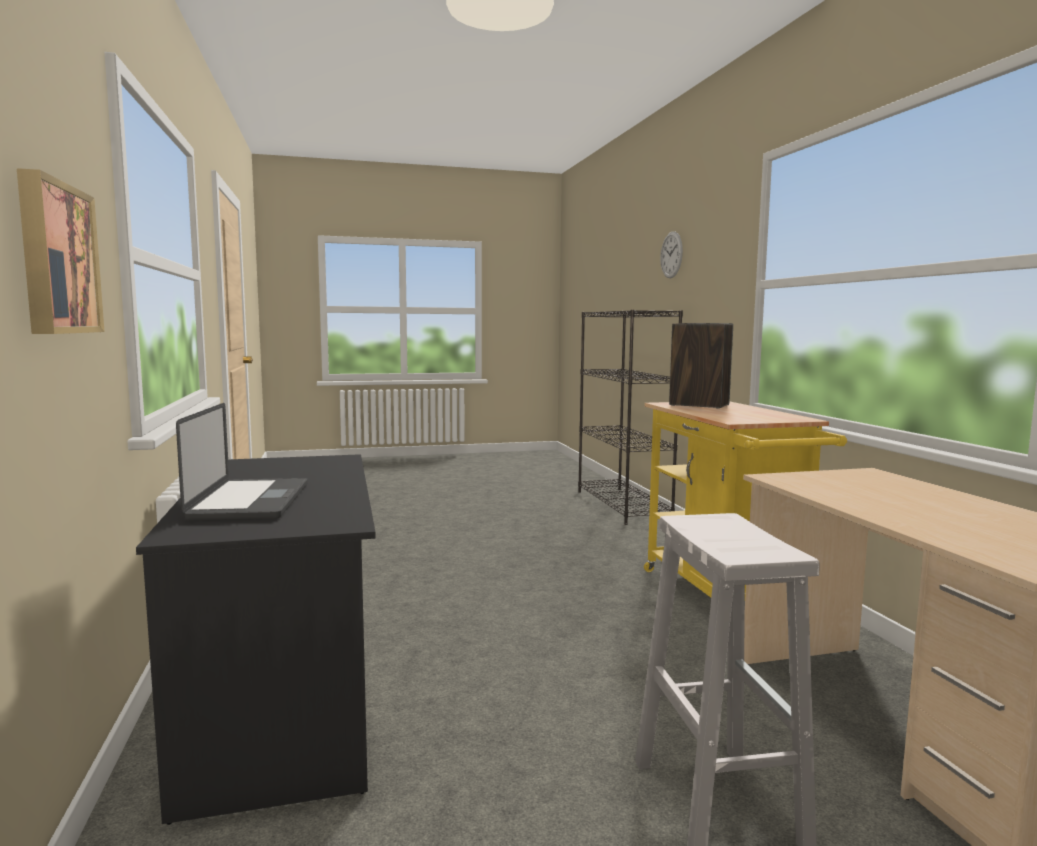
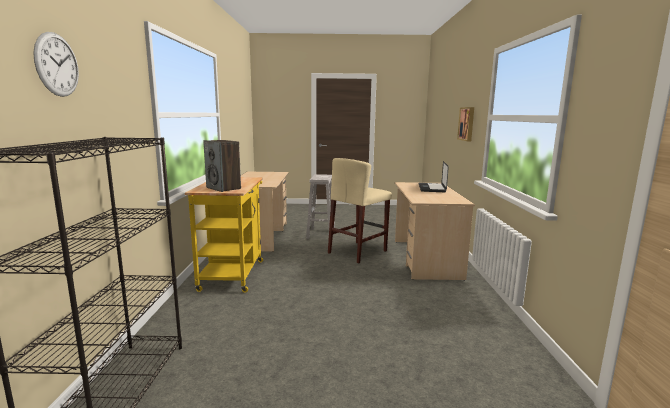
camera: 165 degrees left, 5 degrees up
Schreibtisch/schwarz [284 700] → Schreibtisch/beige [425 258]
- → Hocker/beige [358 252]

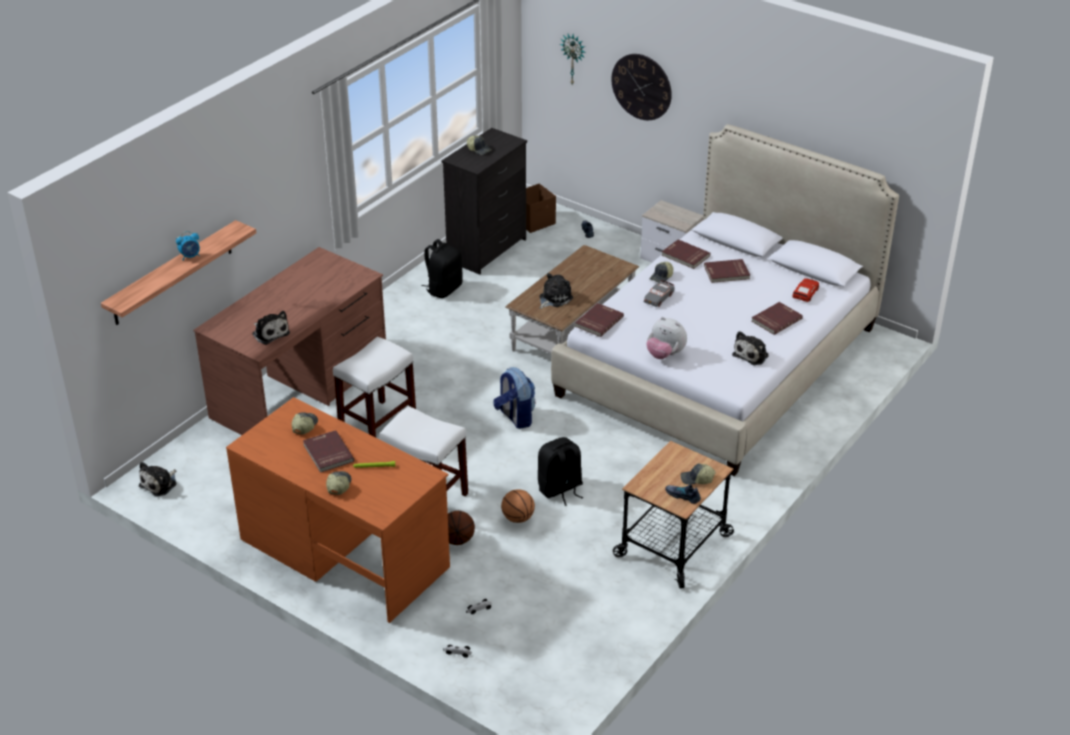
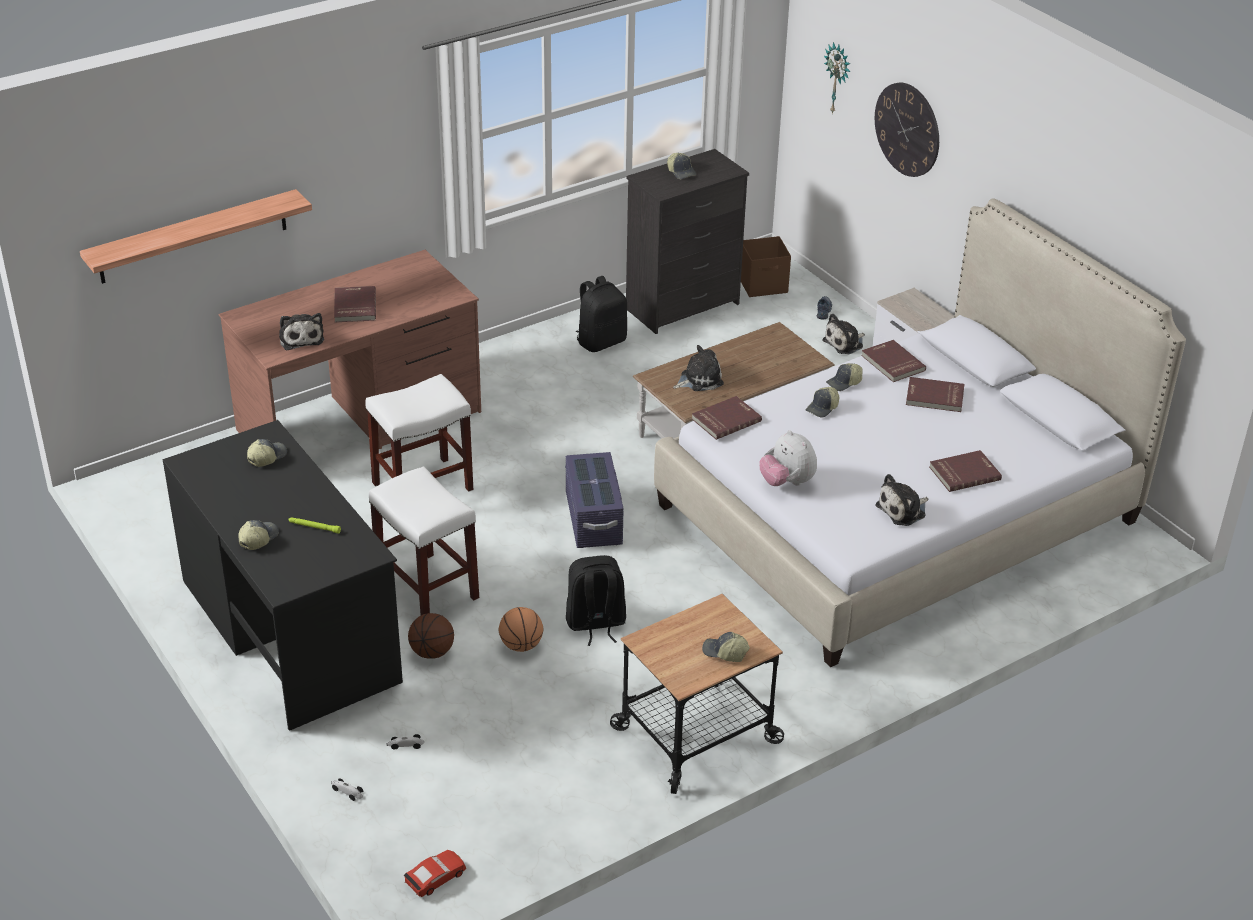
camera: 20 degrees right, 0 degrees up
Wecker [190 256] → -
Spielzeugauto/rot [805 293] → Spielzeugauto/rot [435 878], shifted
Spielzeugauto/grau [658 298] → Kappe [823 408]
Rucksack [515 417] → Aufbewahrungsbox/lila [594 519]
Schreibtisch/orange [344 552] → Schreibtisch/schwarz [290 629]
Buch/rot [327 453] → Buch/rot [354 306], shifted
Plüschtier [160 484] → Plüschtier [845 343], shifted
Schuh [683 496] → -

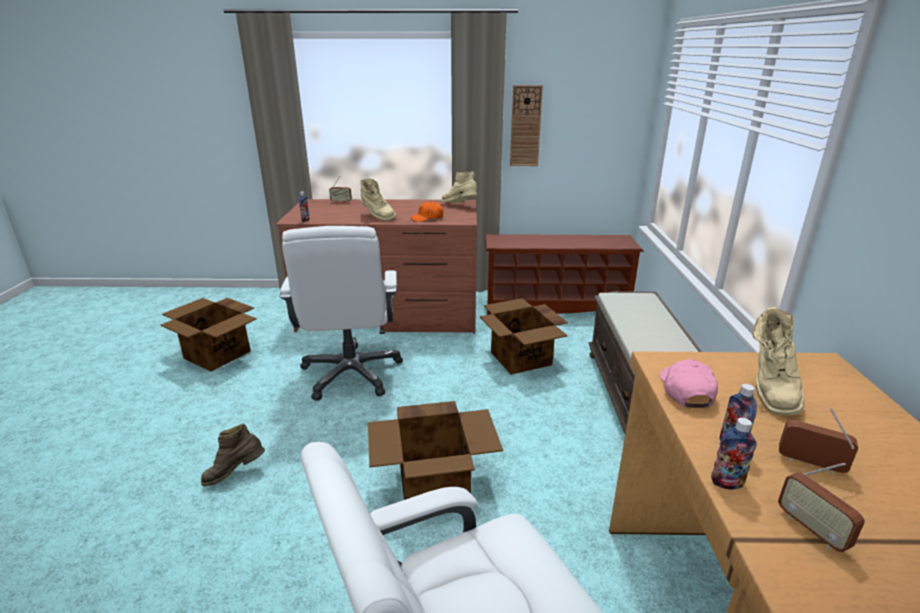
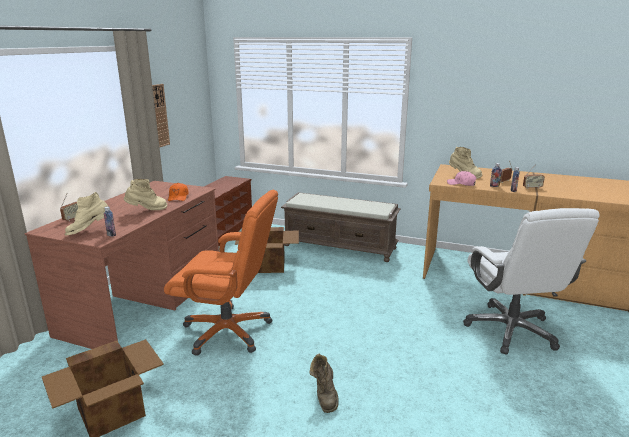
camera: 70 degrees left, 5 degrees down
Stiefel/beige [459 206] → Stiefel/beige [89 231], shifted
Bürostuhl/weiß [351 374] → Bürostuhl/orange [228 331]
Karton [435 485] → -

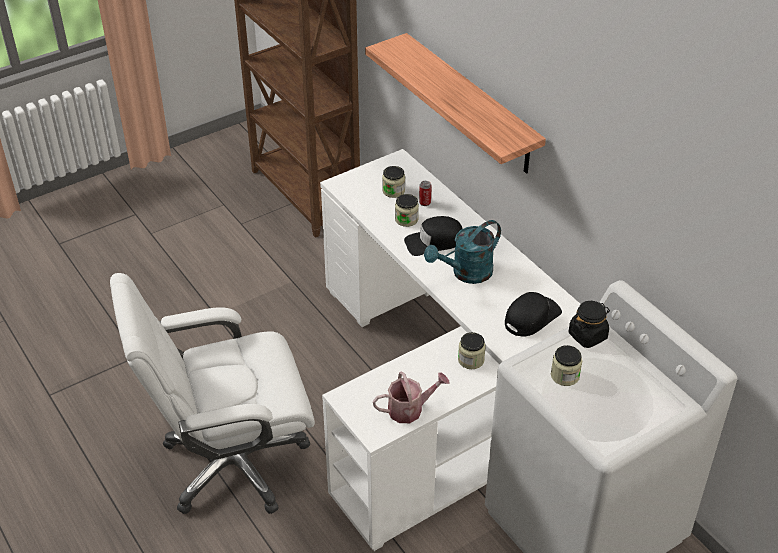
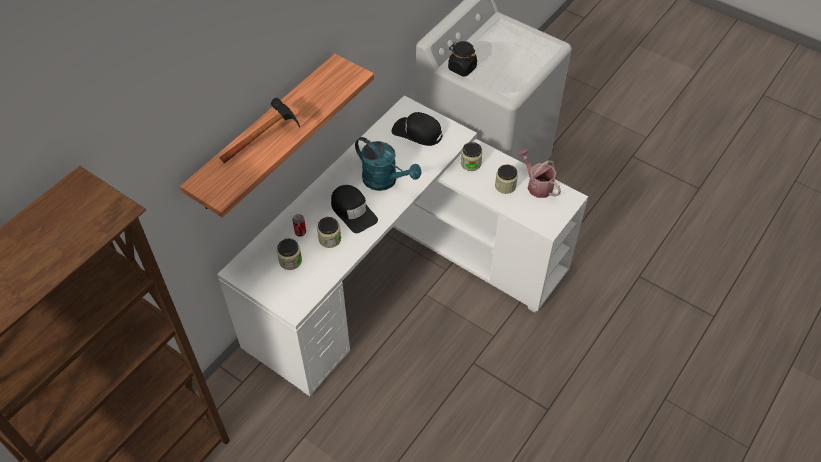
camera: 110 degrees left, 10 degrees up
Bürostuhl/weiß [232 463] → -
Vorratsglas [565 375] → Vorratsglas [505 186], shifted
- → Hammer [268 138]

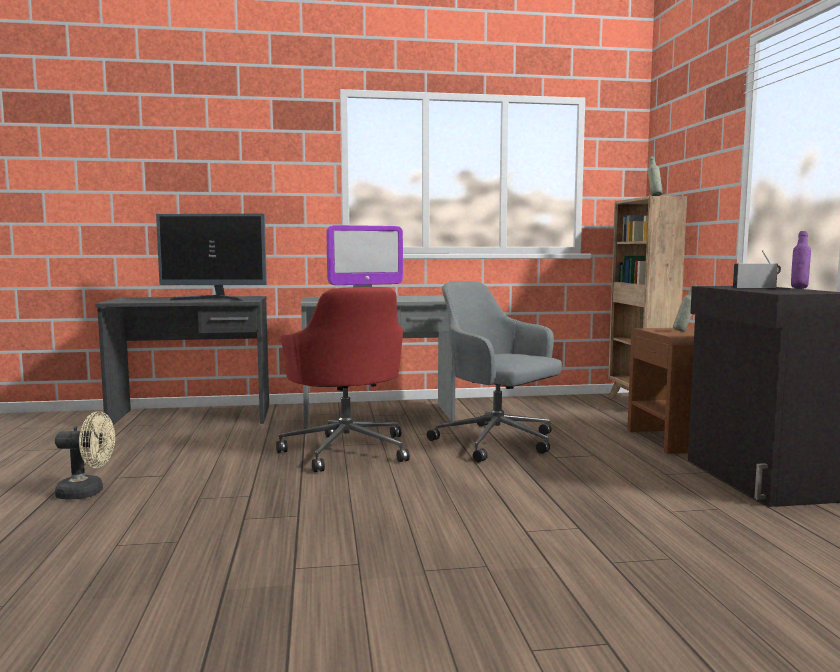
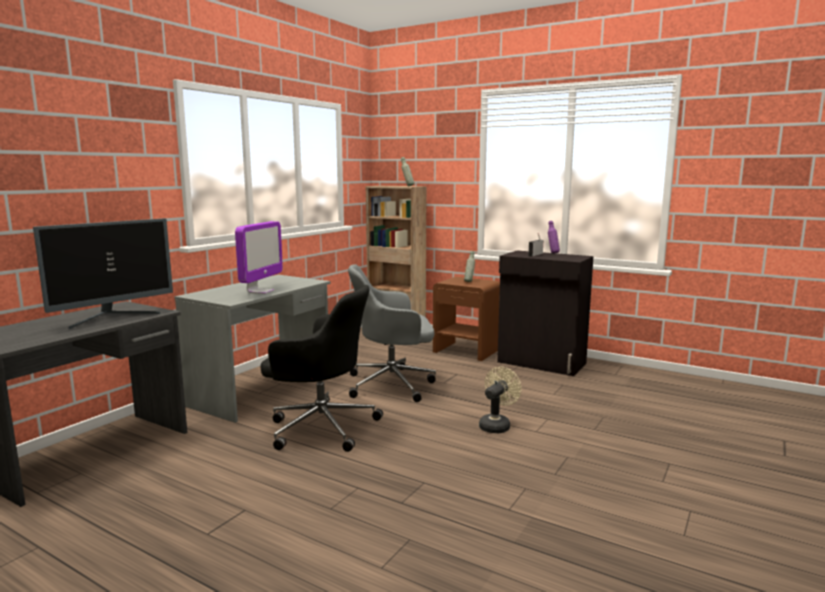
camera: 50 degrees left, 5 degrees up
Bürostuhl/rot [347 450] → Bürostuhl/schwarz [321 426]
Ventilator/beige [87 492] → Ventilator/beige [497 425], shifted

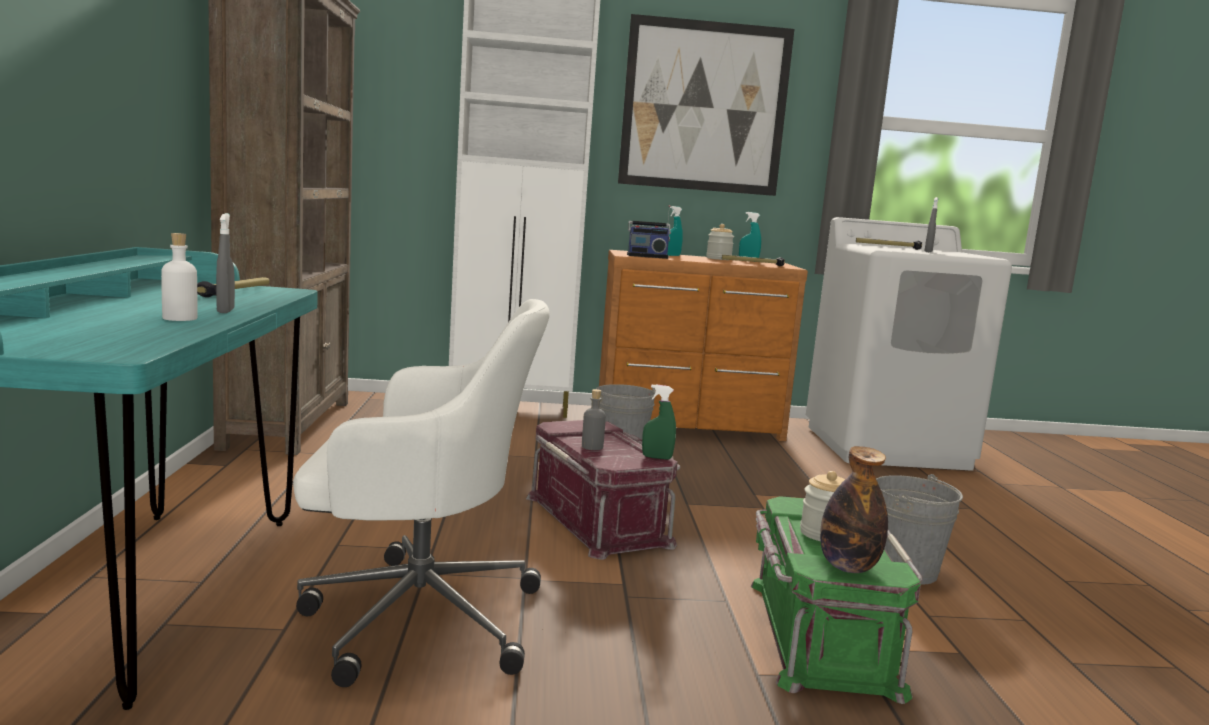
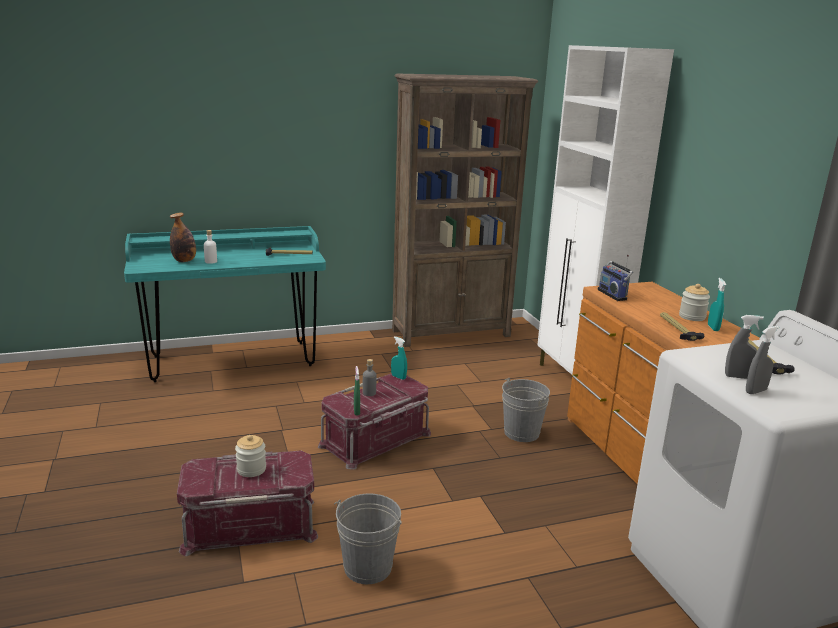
camera: 75 degrees right, 10 degrees up
Bild [704 107] → -
Sprühflasche/türkis [672 255] → Sprühflasche/türkis [398 377], shifted
Sprühflasche/grau [225 311] → Sprühflasche/grau [755 391], shifted
Bürostuhl/weiß [416 617] → -
Flasche [848 567] → Flasche [184 261], shifted
Aufbewahrungsbox/grün [818 634] → Aufbewahrungsbox/rot [250 524]

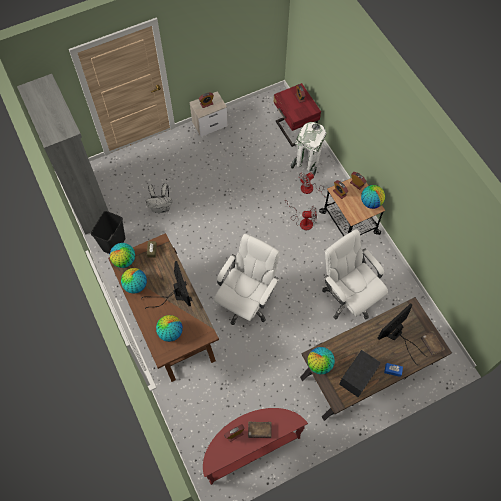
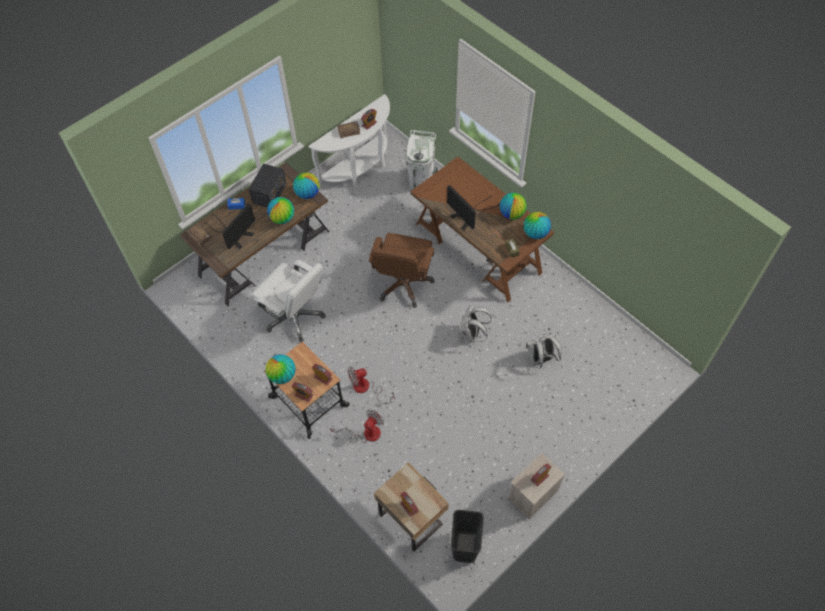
camera: 165 degrees right, 5 degrees down
Bücherregal/grau [87 201] → -
Nachttisch/rot [294 130] → Nachttisch/beige [412 518]
Mülleimer/weiß [306 163] → Mülleimer/weiß [421 181], shifted
Mülleimer/schwarz [114 244] → Mülleimer/schwarz [464 546], shifted
Bürostuhl/weiß [246 301] → Bürostuhl/braun [404 284]
Globus [170 332] → Globus [282 218], shifted
Konsolentisch/rot [250 448] → Konsolentisch/weiß [360 169]
- → Rucksack/weiß [472 334]

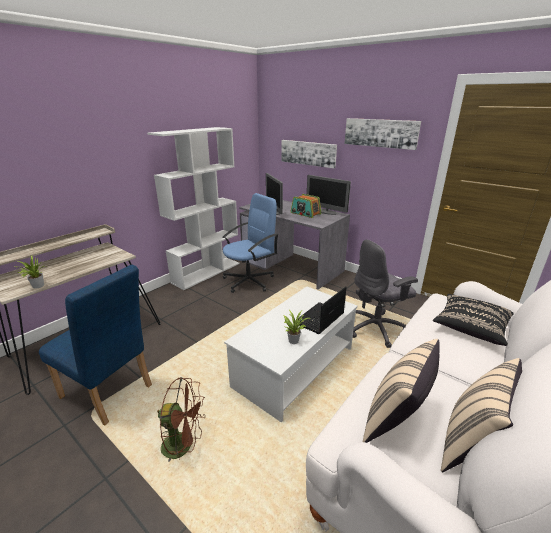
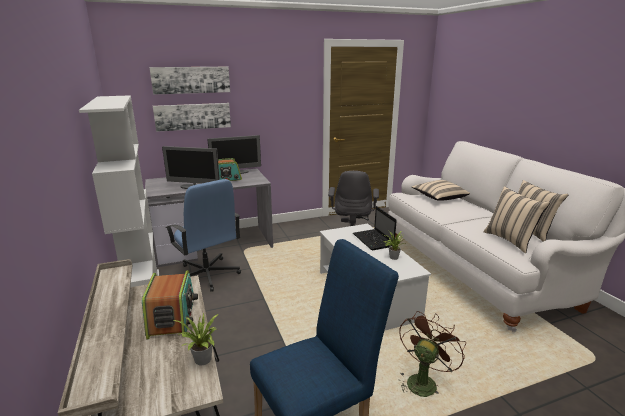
camera: 60 degrees left, 5 degrees down
Bild [380 133] → Bild [191 80], shifted
Bürostuhl/blau [249 281] → Bürostuhl/blau [207 275], 150 degrees clockwise
Kissen/schwarz [470 327] → Kissen/beige [438 198]
- → Radio [172 317]

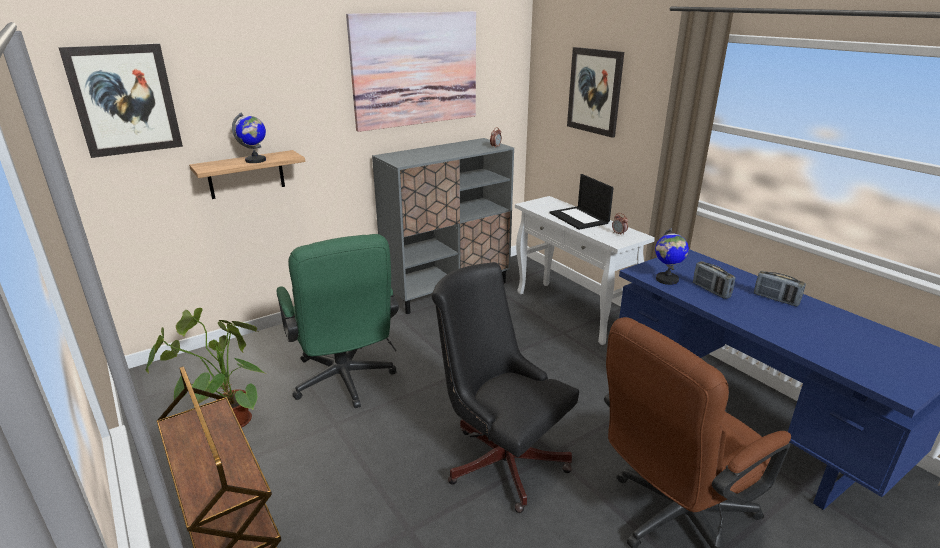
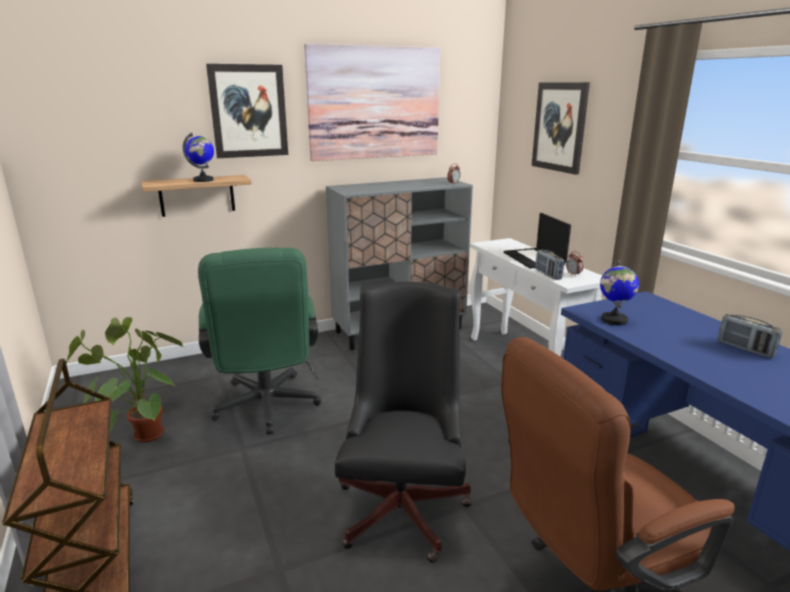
camera: 10 degrees right, 5 degrees down
Bild [124 100] → Bild [248 111], shifted
Radio [711 290] → Radio [548 274], shifted
Bürostuhl/schwarz [500 458] → Bürostuhl/schwarz [404 504], 45 degrees clockwise

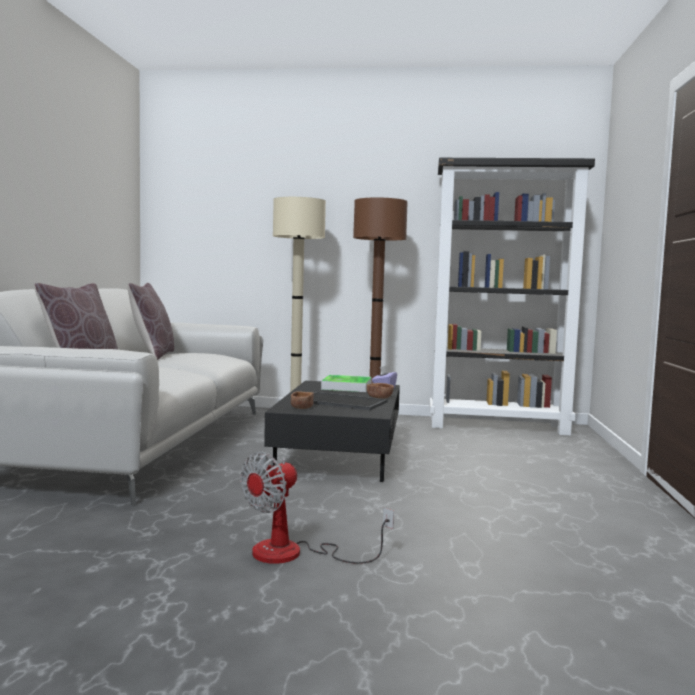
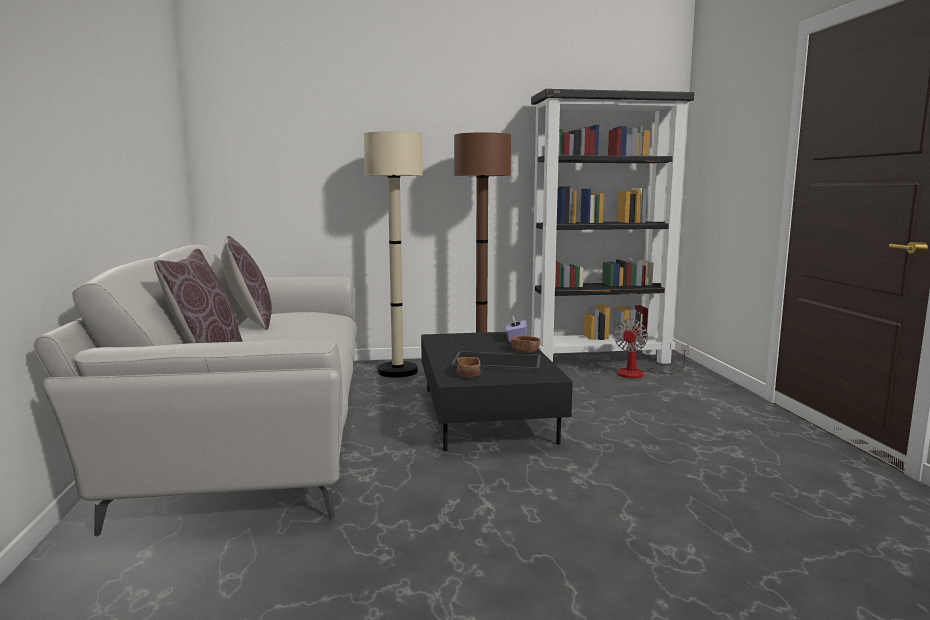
camera: 15 degrees left, 5 degrees up
Tablett [346 387] → -
Ventilator [295 554] → Ventilator [640 374], shifted

